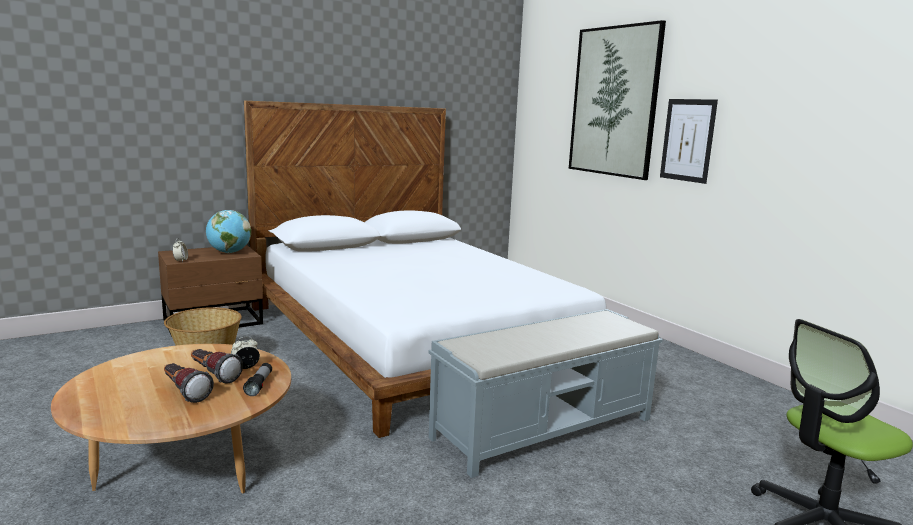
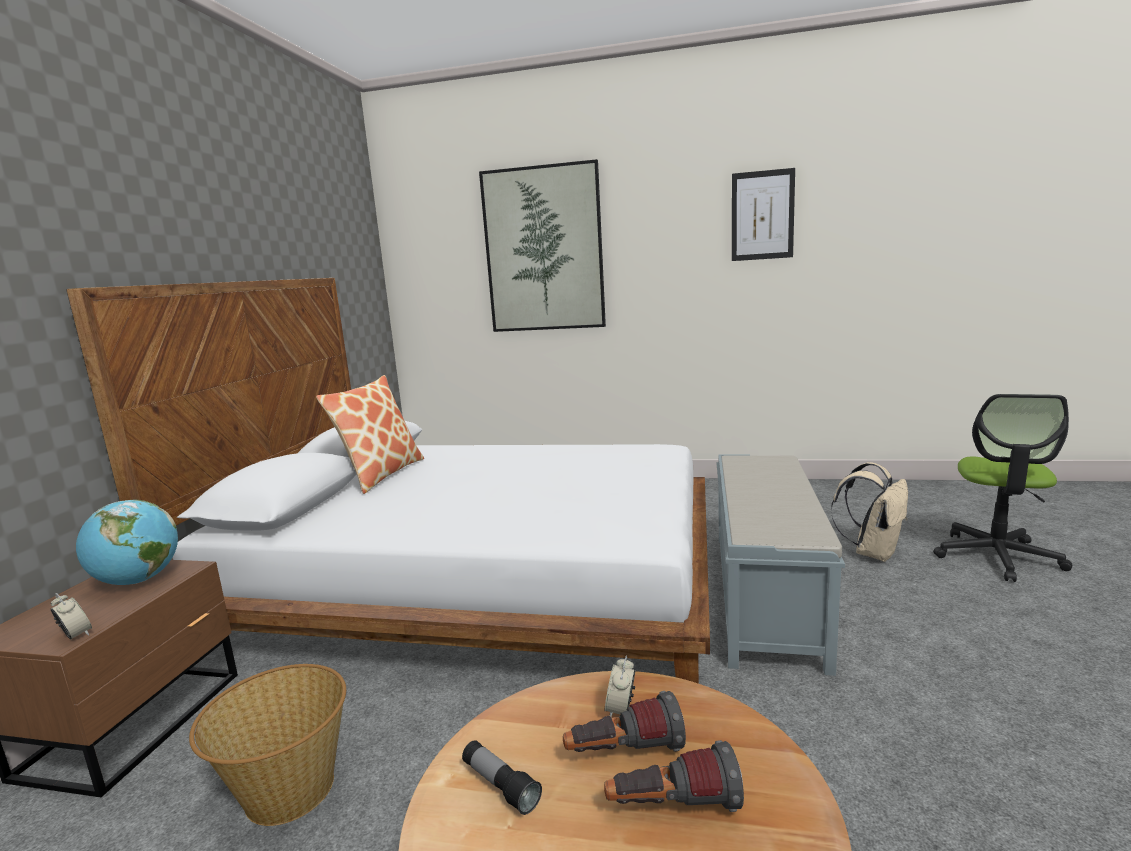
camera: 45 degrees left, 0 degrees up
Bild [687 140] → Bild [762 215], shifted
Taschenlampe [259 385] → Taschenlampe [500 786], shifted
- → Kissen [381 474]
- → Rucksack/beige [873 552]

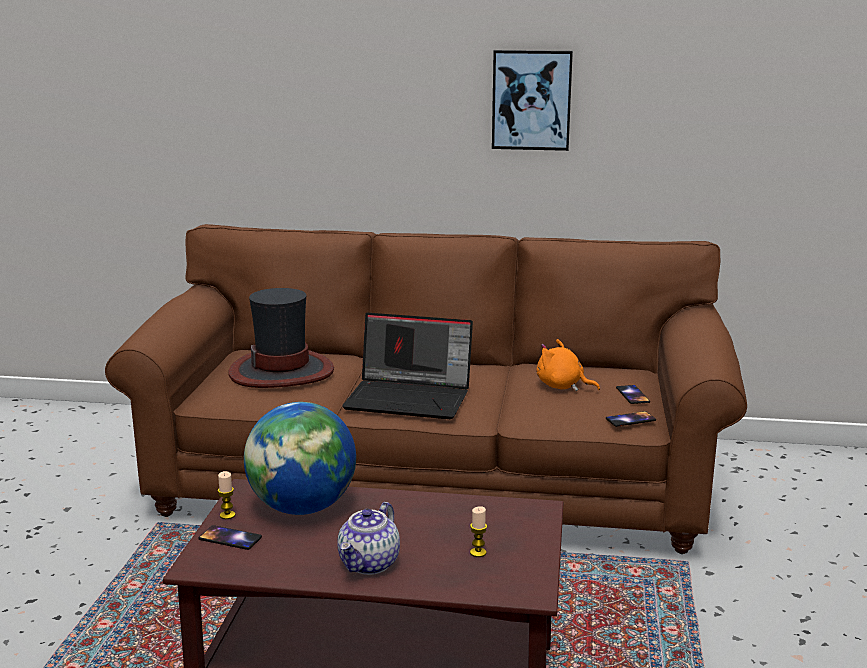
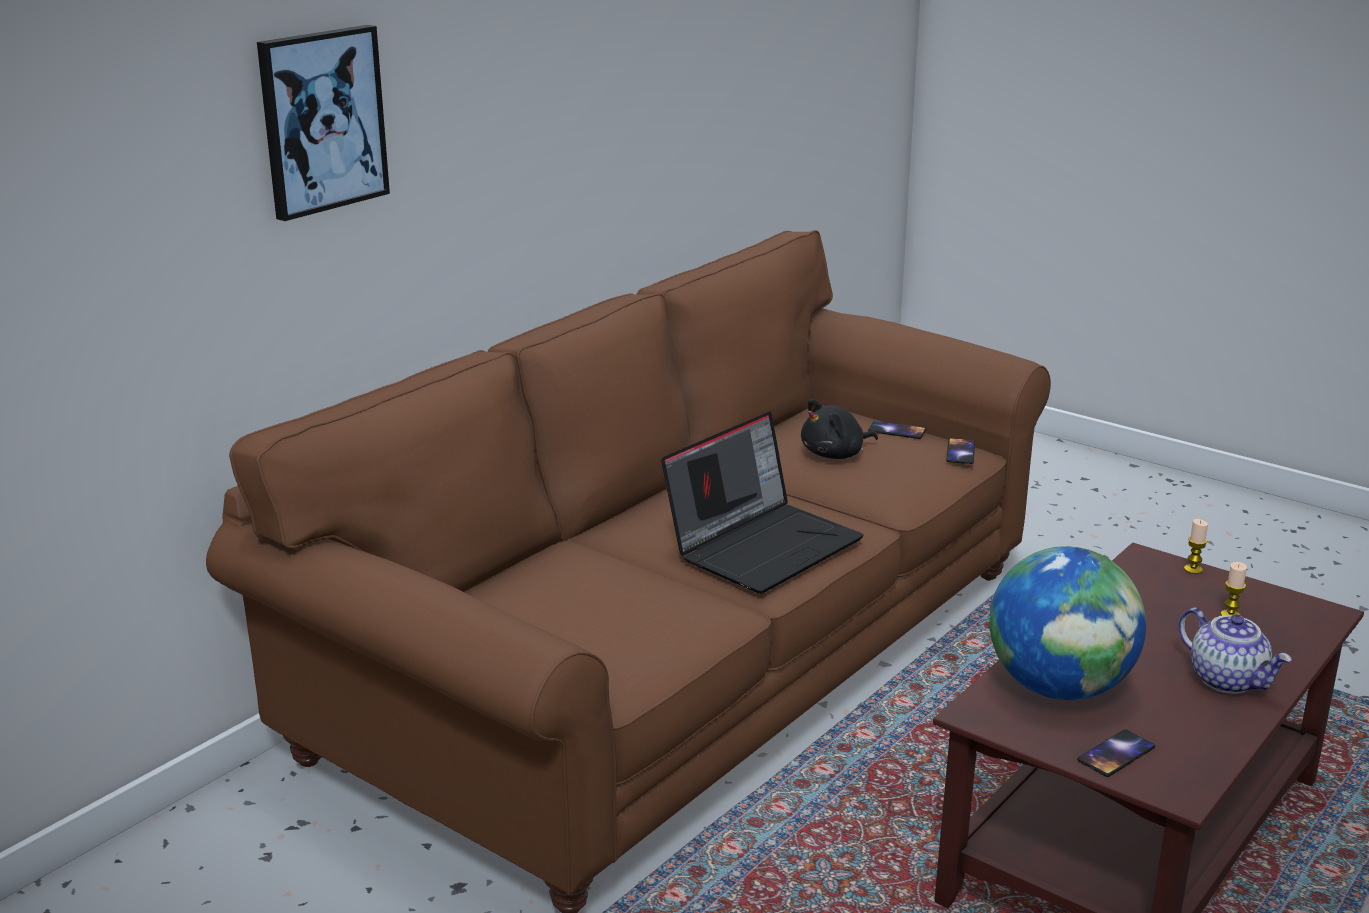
camera: 60 degrees left, 5 degrees up
Bild [531 100] → Bild [322 120], shifted
Hut [282 371] → -
Plüschtier/orange [562 386] → Plüschtier/schwarz [835 454]
Kerze [227 515] → Kerze [1193 570], shifted

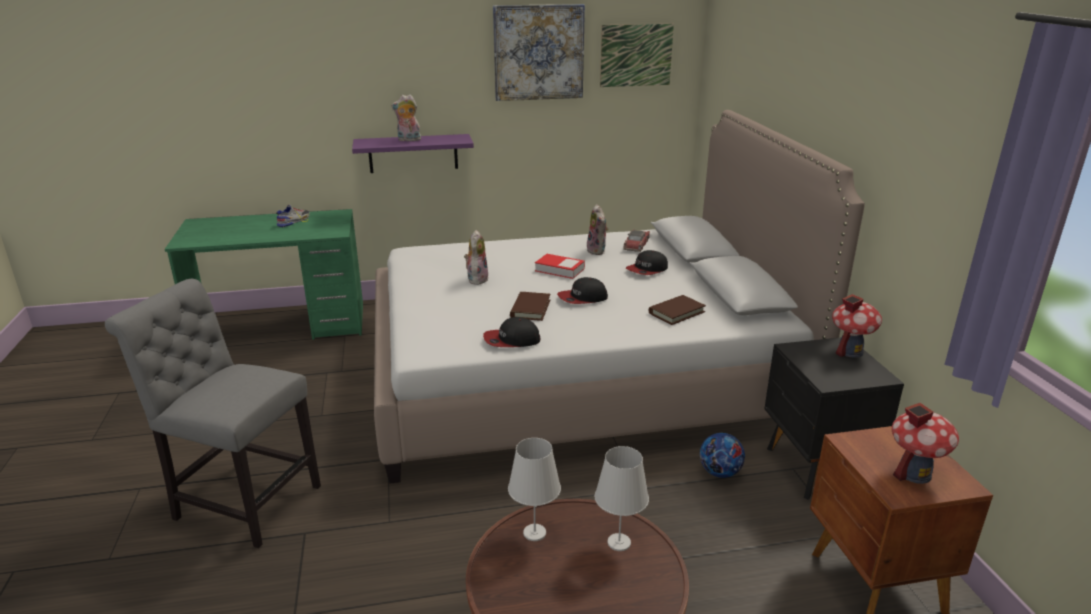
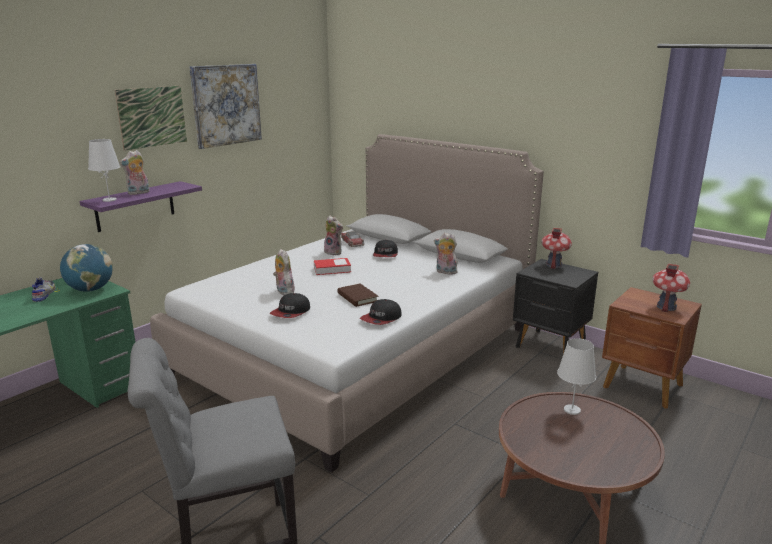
camera: 40 degrees left, 5 degrees down
Bild [636 55] → Bild [152 117], shifted
Kappe [582 298] → Kappe [291 312], shifted
Buch/braun [676 312] → Plüschtier [445 272]
Fußball [720 472] → -
Tischlampe/weiß [534 533] → Tischlampe/weiß [109 200], shifted
- → Globus [90 289]

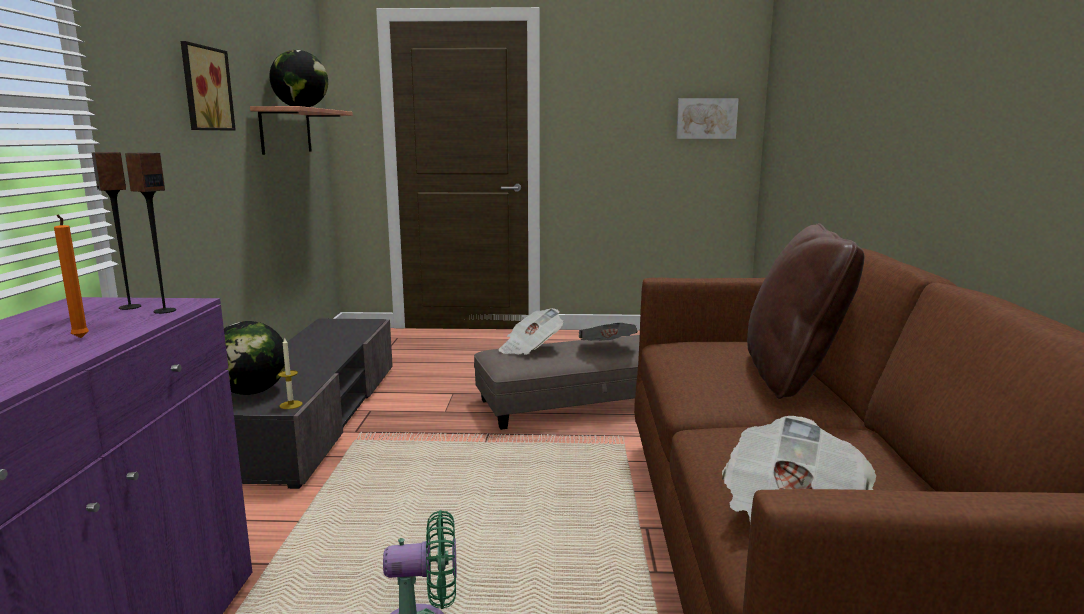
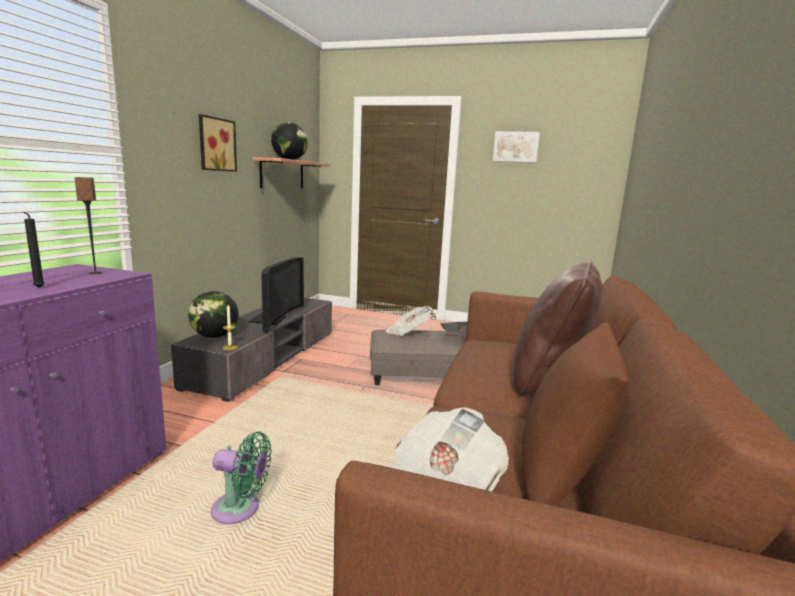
camera: 15 degrees right, 0 degrees up
Bild [706 118] → Bild [515 147], shifted
Lautsprecher [164 311] → -
Kerze/orange [80 339] → Kerze/schwarz [38 288]
- → Fernseher [273 320]
- → Kissen/braun [562 477]

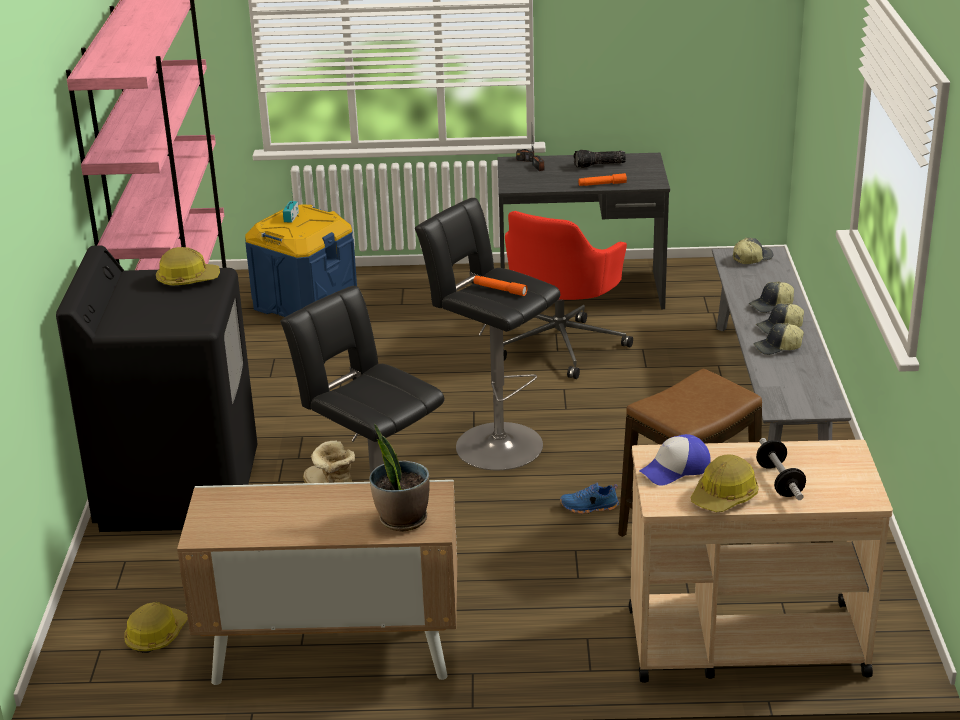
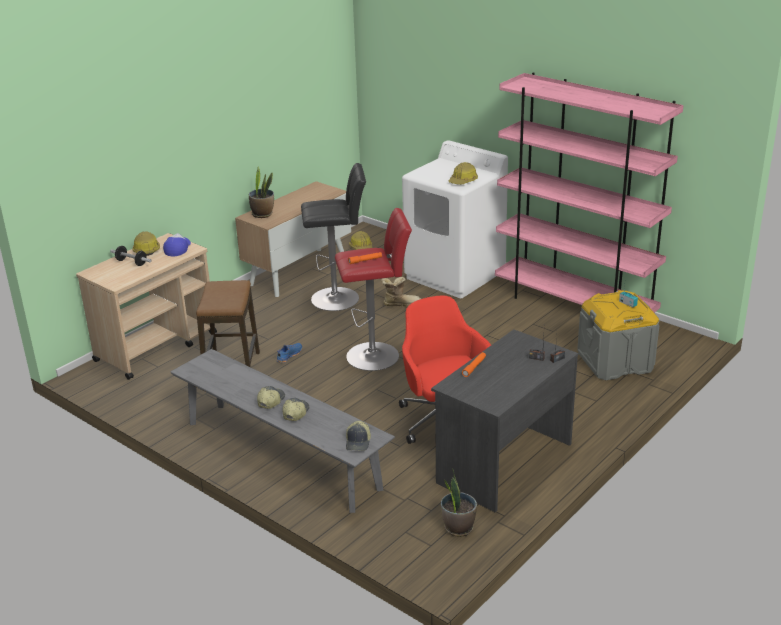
camera: 130 degrees right, 0 degrees up
Taschenlampe [599 165] → -
Hocker/schwarz [493 444] → Hocker/rot [376 355]
Aufbewahrungsbox/blau [305 303] → Aufbewahrungsbox/grau [615 362]
Waschmaschine/schwarz [179 490] → Waschmaschine/weiß [455 275]
Kappe [777 348] → -
- → Topfpflanze [458 527]

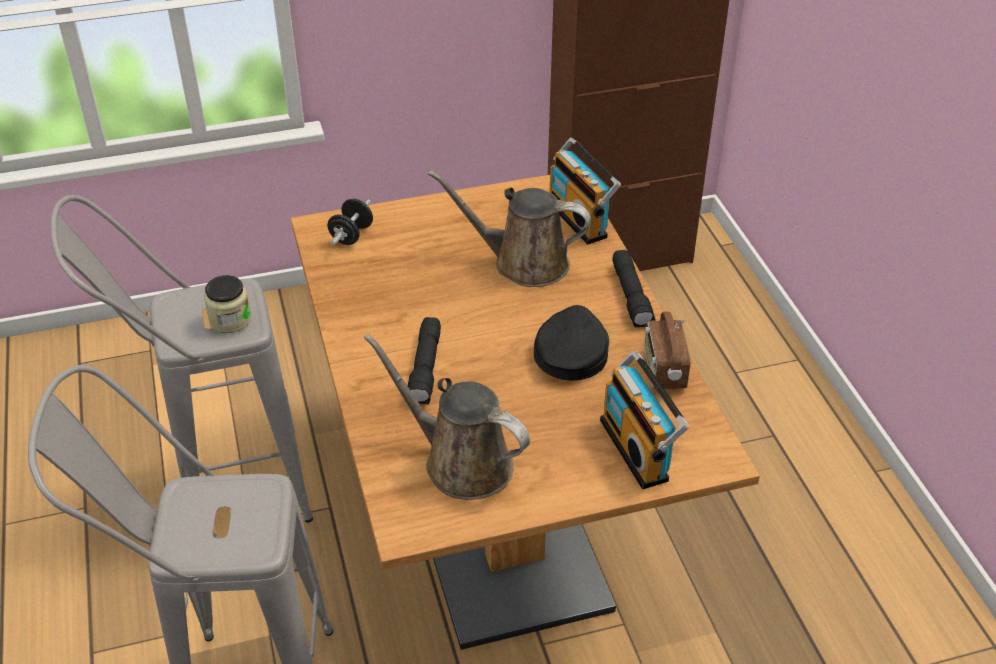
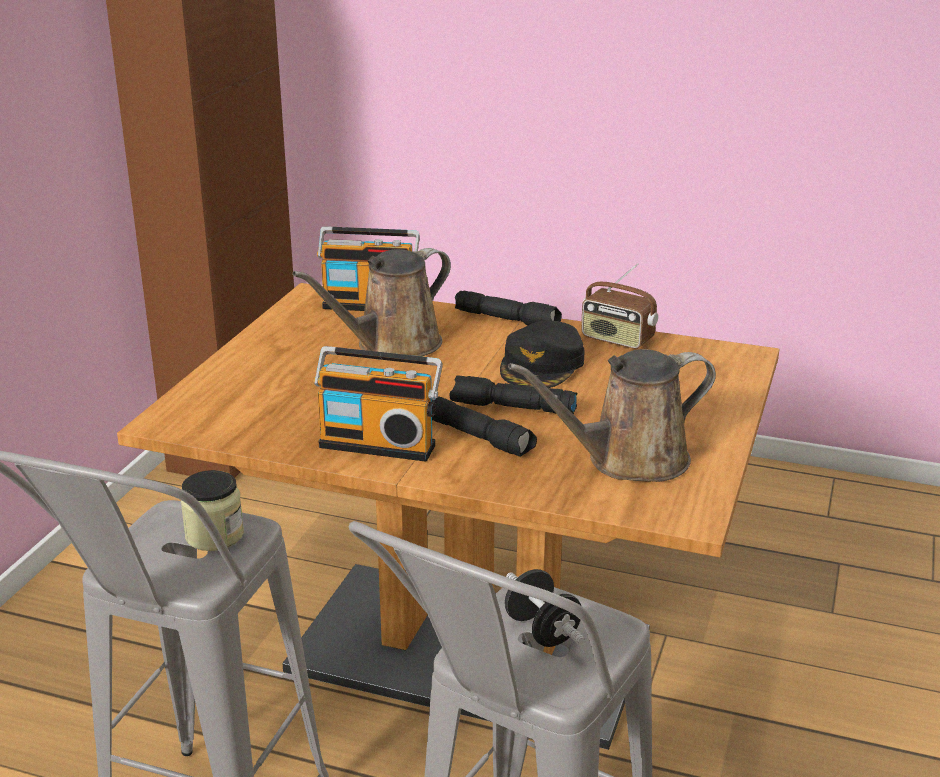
camera: 55 degrees left, 15 degrees down
Hantel/schwarz [351 235] → Hantel/schwarz [542 631], shifted
Kappe/schwarz [571 351] → Kappe/schwarz [542 365], 120 degrees counterclockwise
Radio [638 449] → Radio [379 444], shifted
- → Taschenlampe/schwarz [511 408]

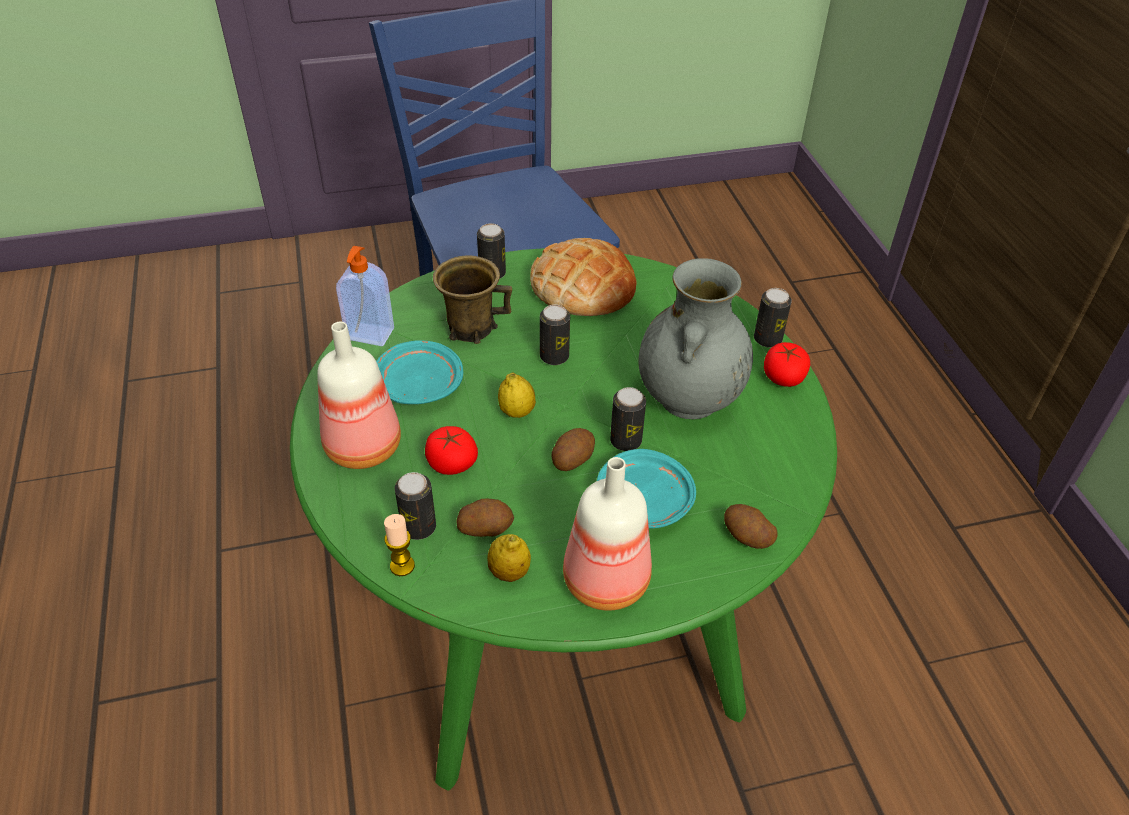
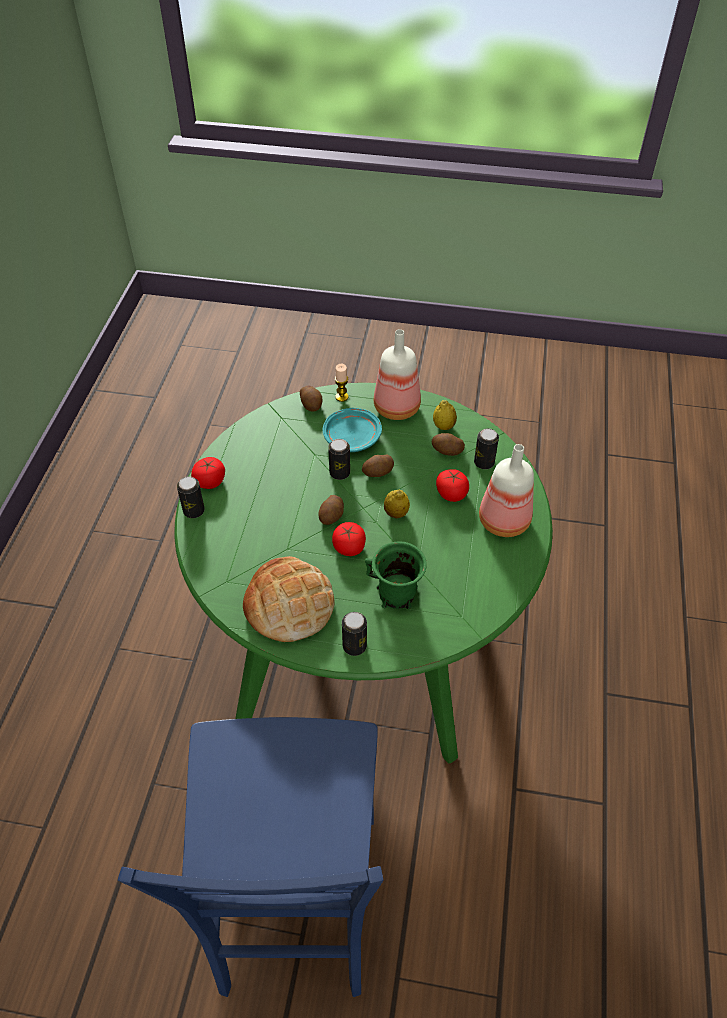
camera: 155 degrees left, 5 degrees up
Seifenspender [369 335] → -
Henkelbecher/braun [470 327] → Henkelbecher/grün [396 594]
Vase/grau [689 400] → -
Dose [554 356] → Tomate [349 547]
Teller/türkis [418 384] → -
Kerze [402 566] → Kerze [341 397], shifted
- → Kartoffel [332 516]

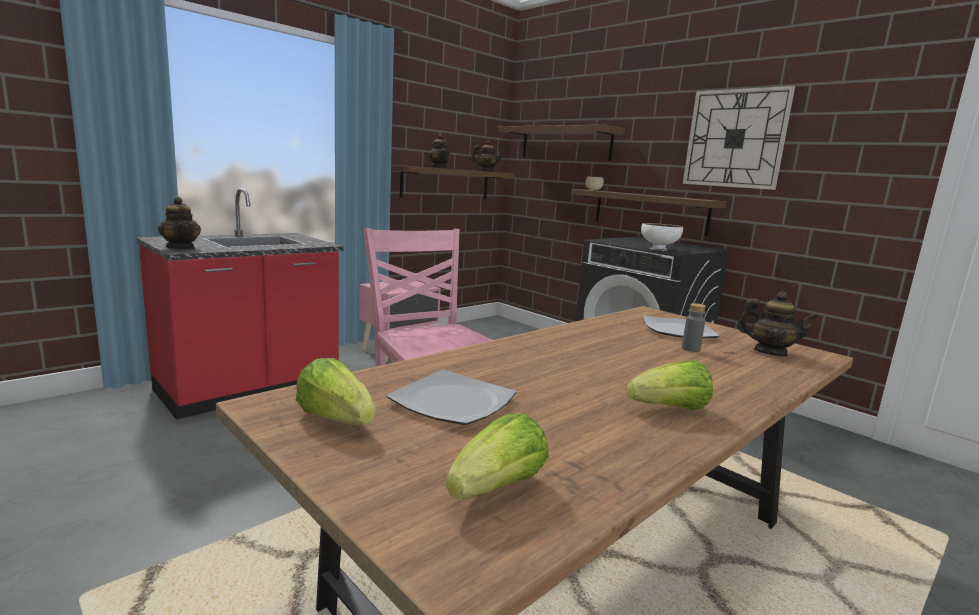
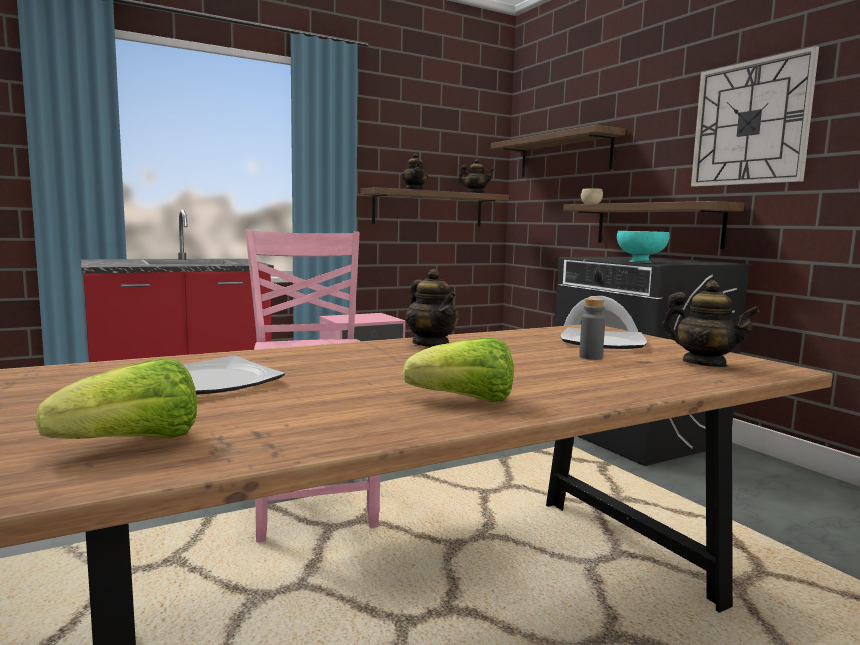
camera: 15 degrees right, 5 degrees down
Teekanne [181 248] → Teekanne [431 344], shifted
Schüssel/weiß [659 249] → Schüssel/türkis [640 262]
Salatkopf [336 419] → -

